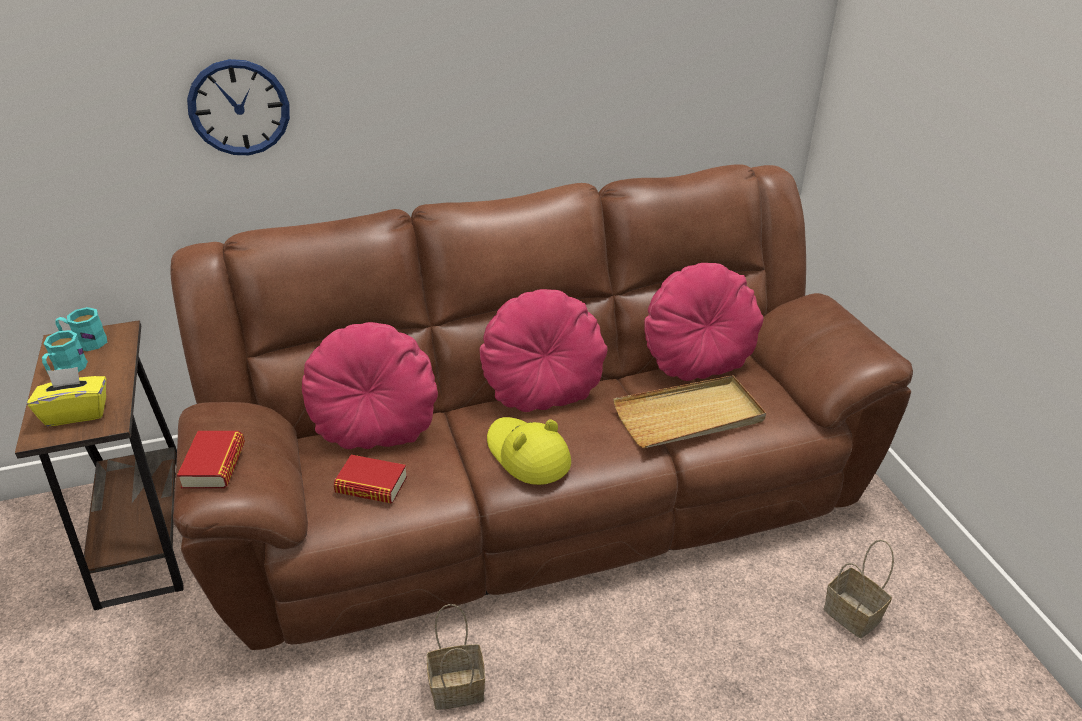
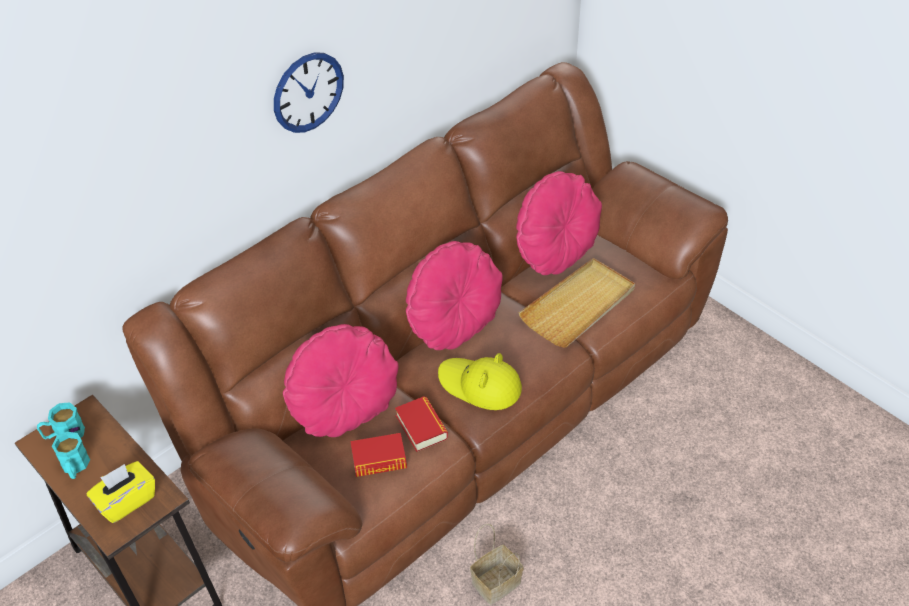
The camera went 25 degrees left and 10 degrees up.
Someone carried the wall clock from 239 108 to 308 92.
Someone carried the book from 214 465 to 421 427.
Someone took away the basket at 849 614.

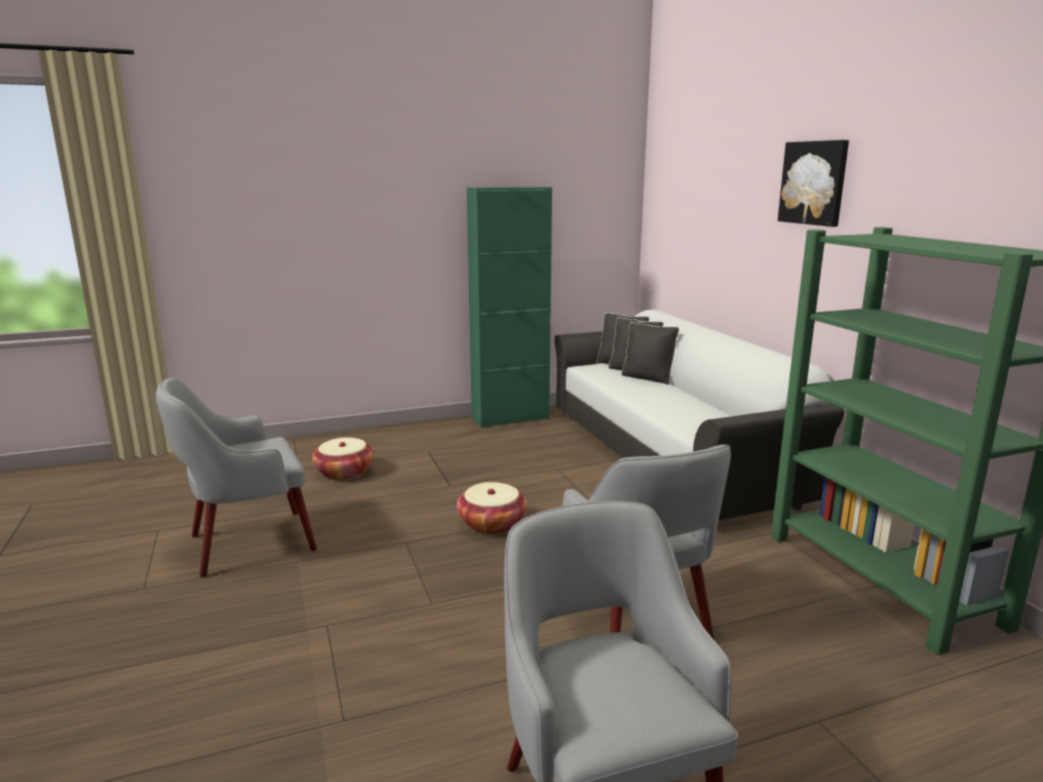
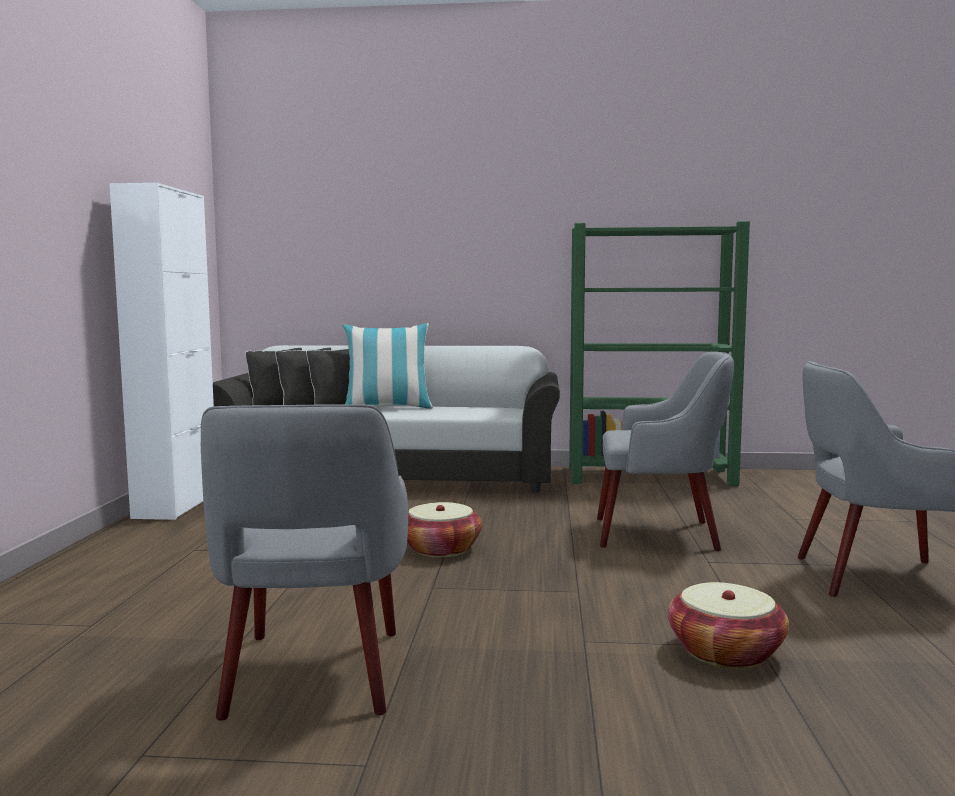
The camera went 65 degrees left and 10 degrees down.
Someone took away the picture at 814 183.
Someone repainted the cabinet/green at 510 418, which became the cabinet/white at 176 505.
Someone carried the basket from 344 472 to 725 652.
Someone put down the pillow at 388 407.

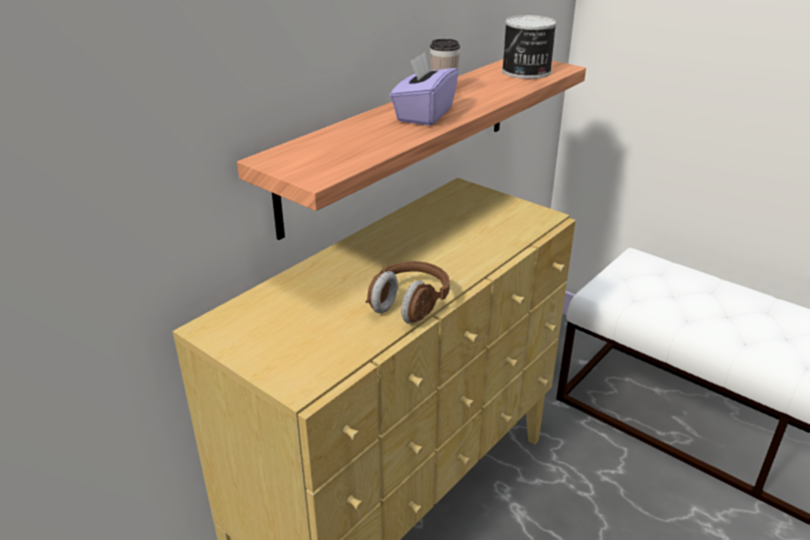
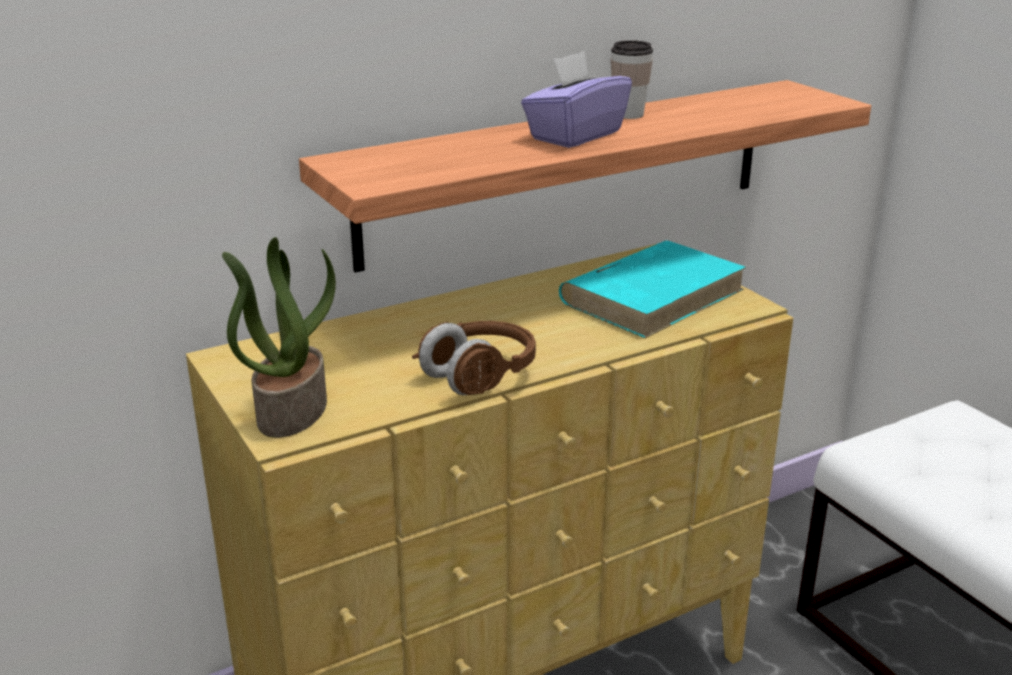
The camera went 20 degrees right and 5 degrees down.
Someone took away the can at 526 72.
Someone put down the potted plant at 291 411.
Someone put down the book/turquoise at 653 295.

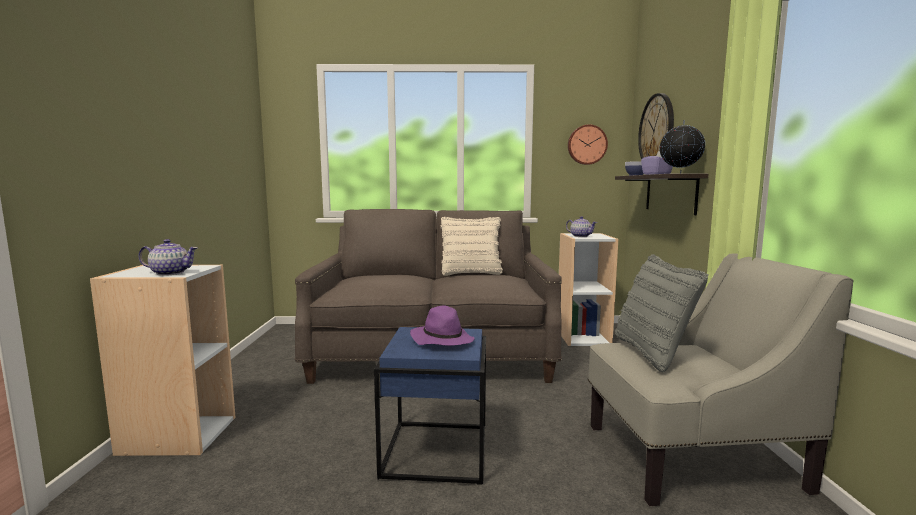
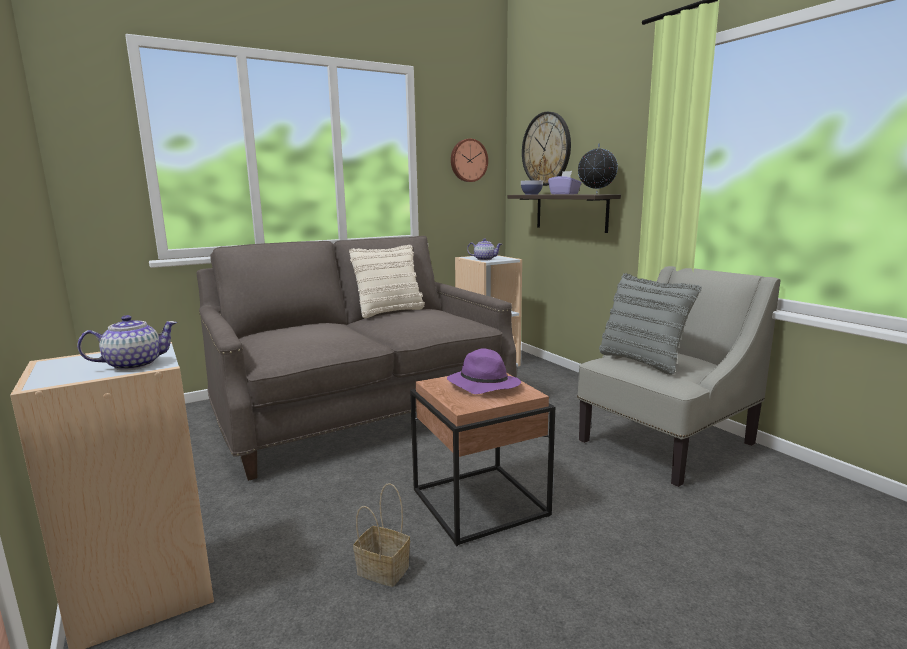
The camera went 30 degrees left and 5 degrees up.
Someone repainted the side table/blue at 437 452, which became the side table/brown at 481 503.
Someone put down the basket at 381 570.

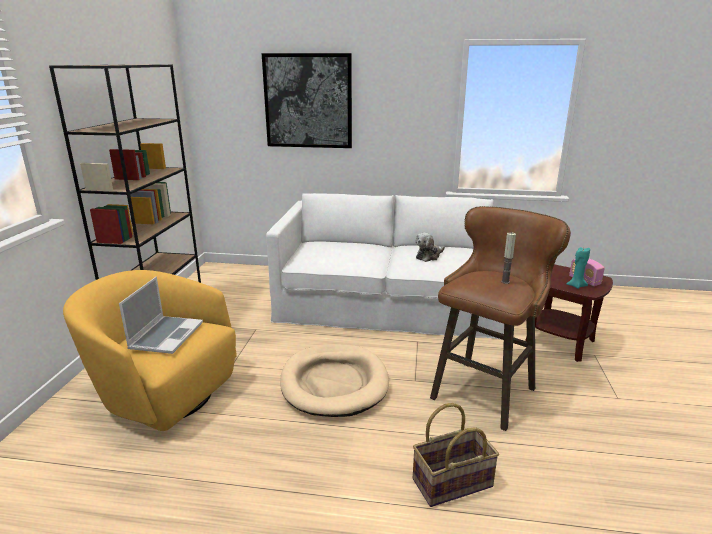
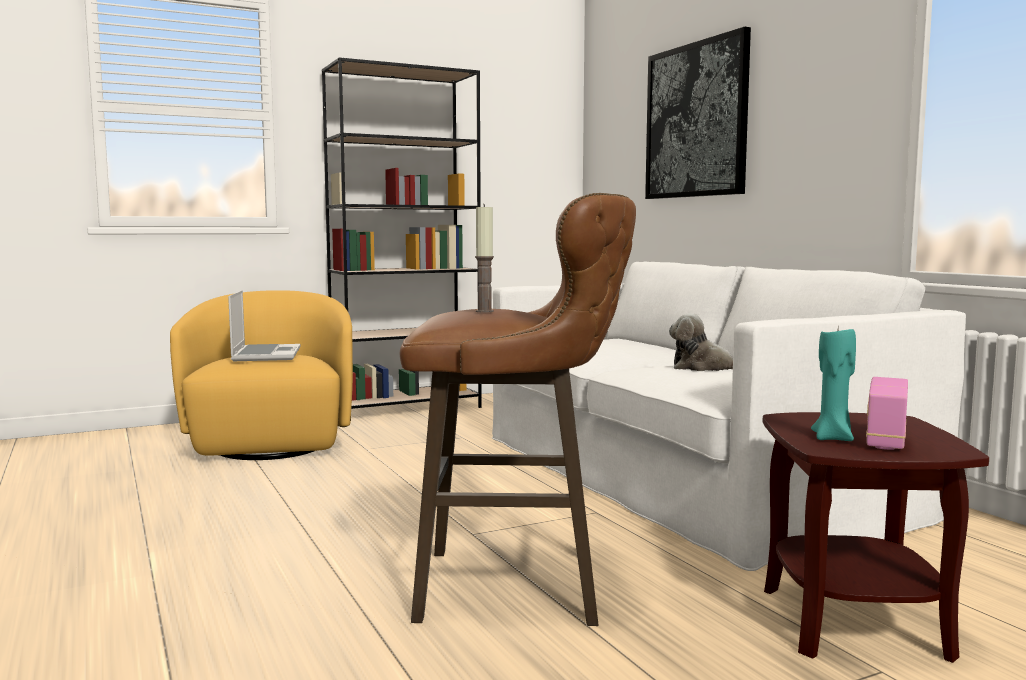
The camera went 55 degrees right and 15 degrees down.
Someone rotated the laptop at 166 335 by 75 degrees counterclockwise.
Someone took away the dog bed/beige at 334 383.
Someone took away the basket at 452 481.

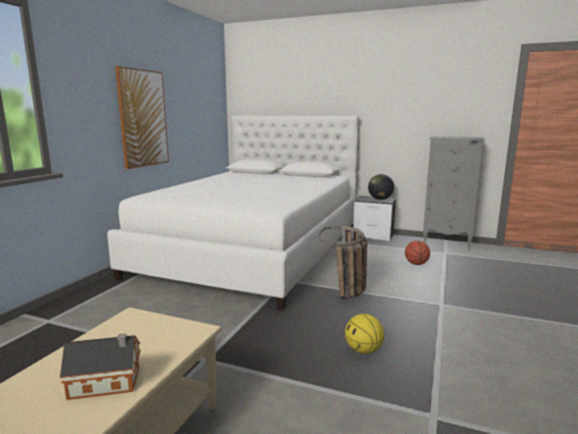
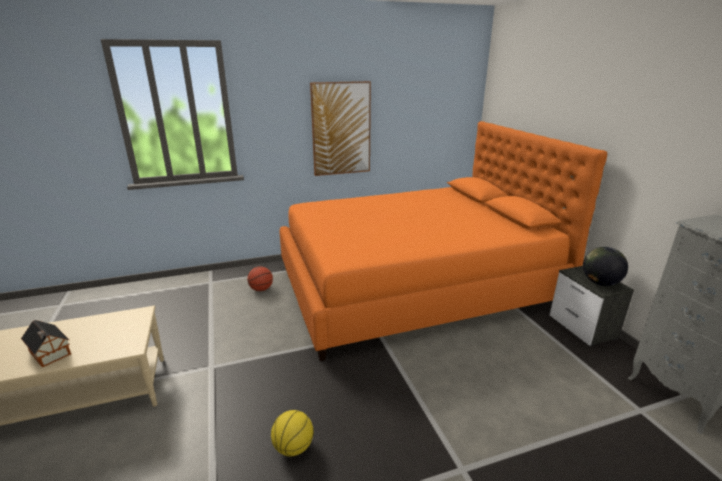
The camera went 50 degrees right and 10 degrees up.
Someone repainted the bed/white at 254 251, which became the bed/orange at 415 284.
Someone took away the basket at 347 294.
Someone carried the basketball from 416 264 to 261 289.

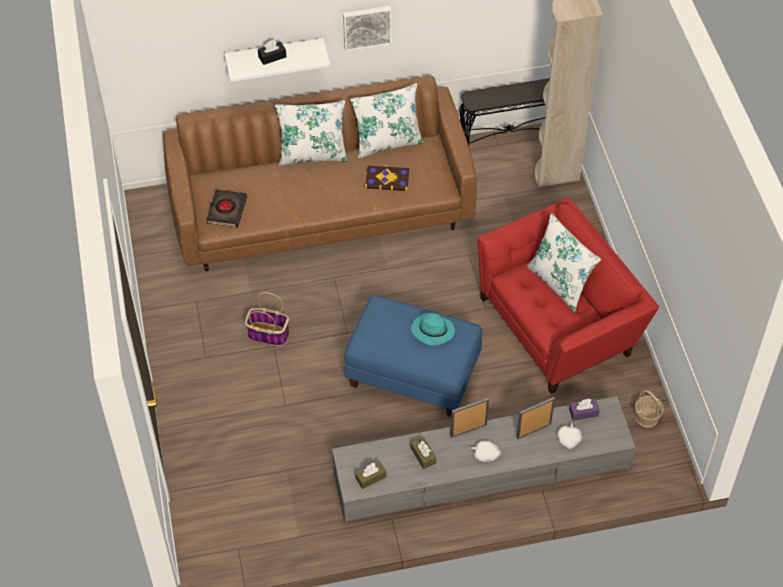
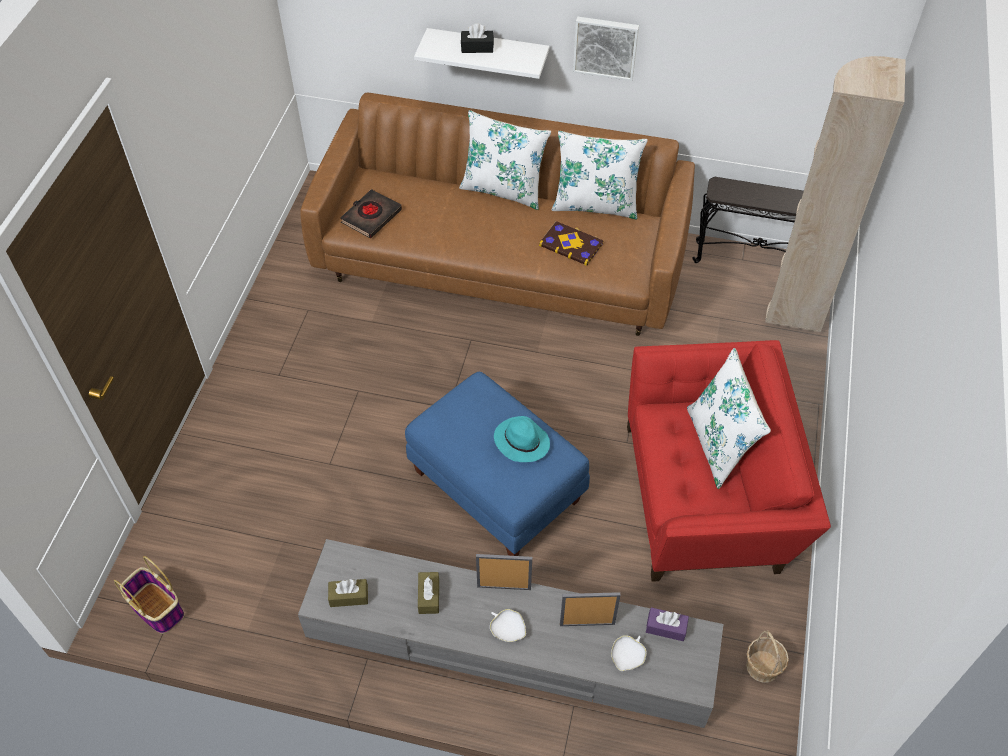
The camera went 25 degrees right and 0 degrees up.
Someone carried the basket from 267 334 to 156 608.

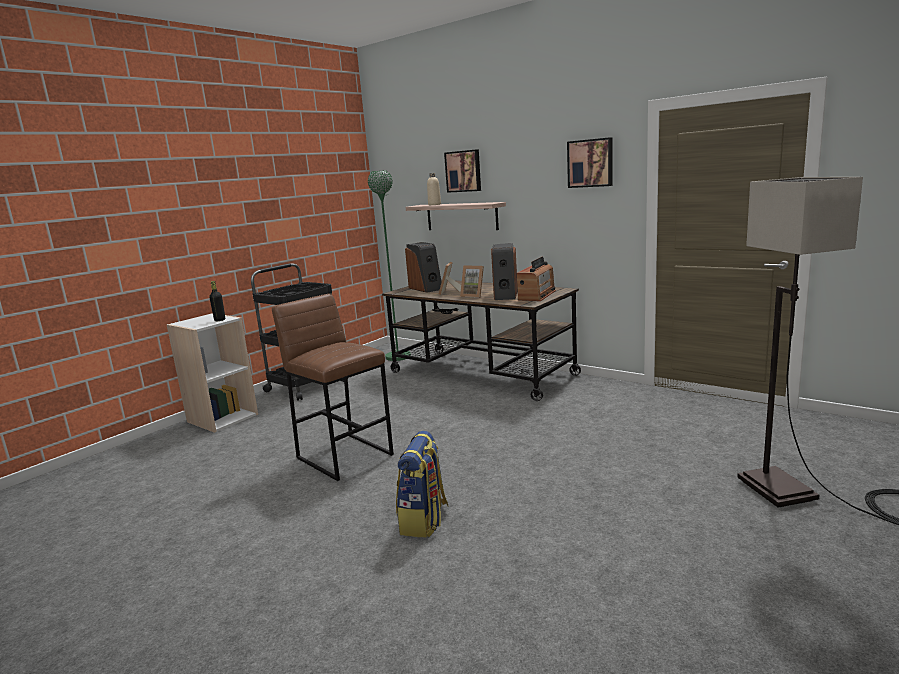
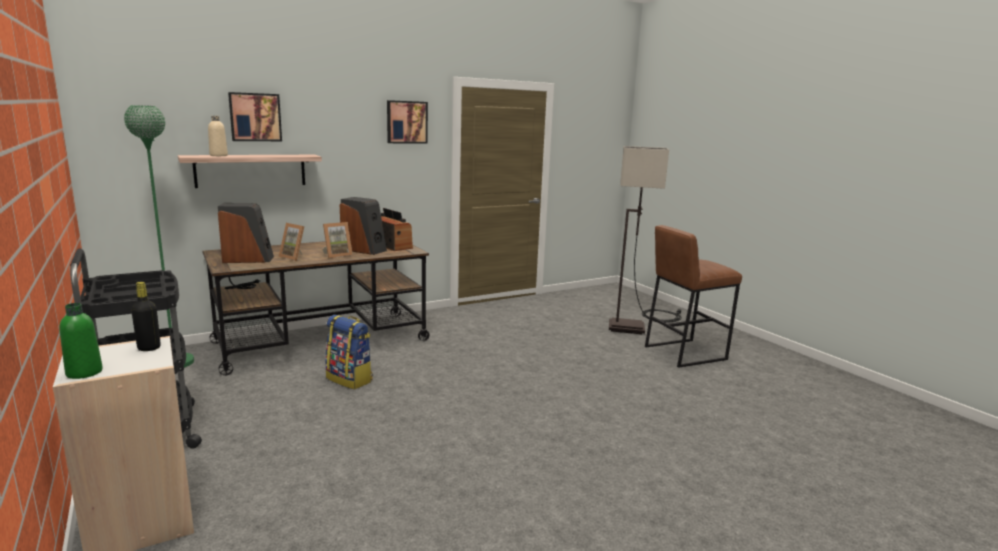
The camera went 70 degrees left and 0 degrees up.
Someone carried the stool/brown from 344 456 to 684 353.
Someone carried the backpack from 424 521 to 350 379.
Someone put down the bottle/green at 84 372.

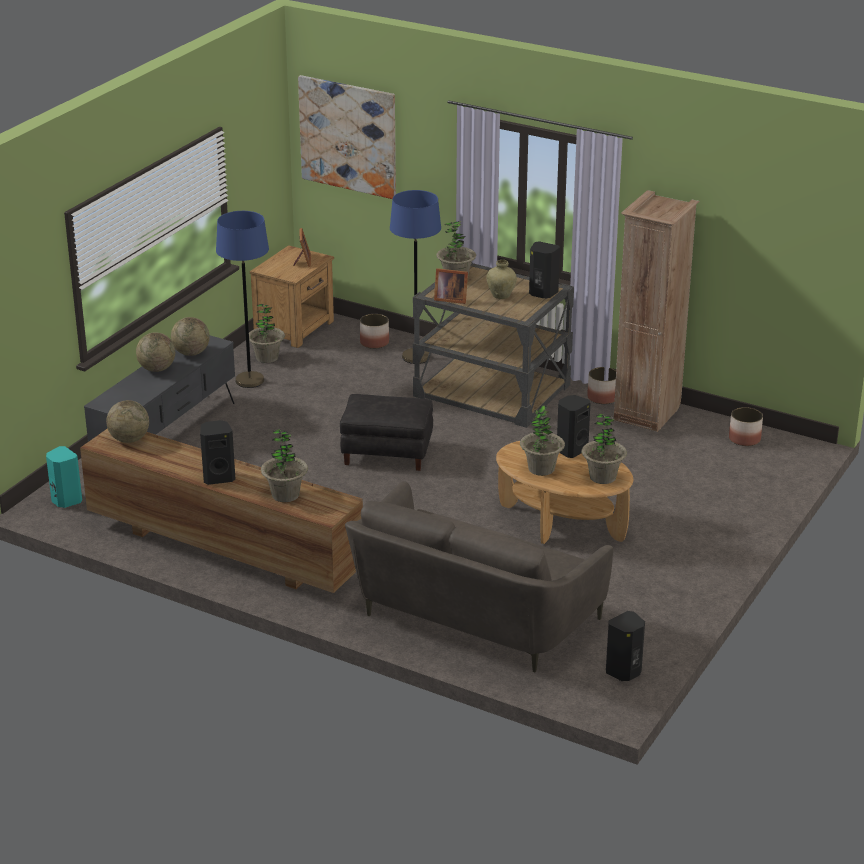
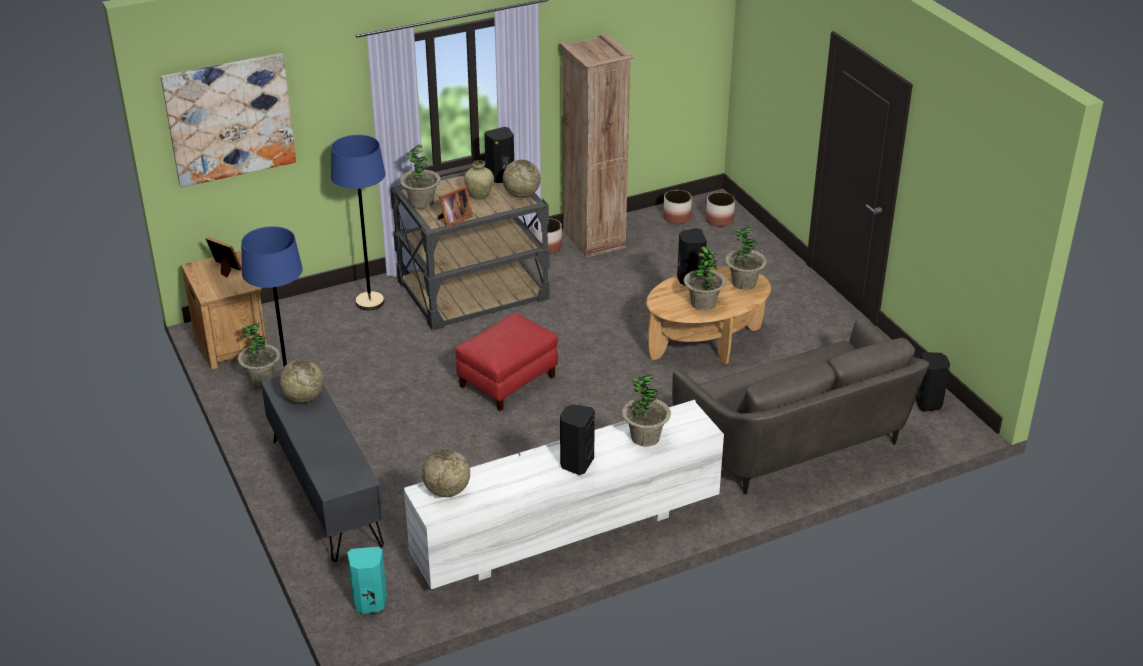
The camera went 55 degrees left and 5 degrees up.
Someone carried the planter from 374 342 to 719 220.
Someone carried the globe from 157 369 to 521 195.
Someone repainted the ottoman/black at 386 453, which became the ottoman/red at 507 382.
Someone repainted the cabinet/brown at 223 552, which became the cabinet/white at 567 536.

